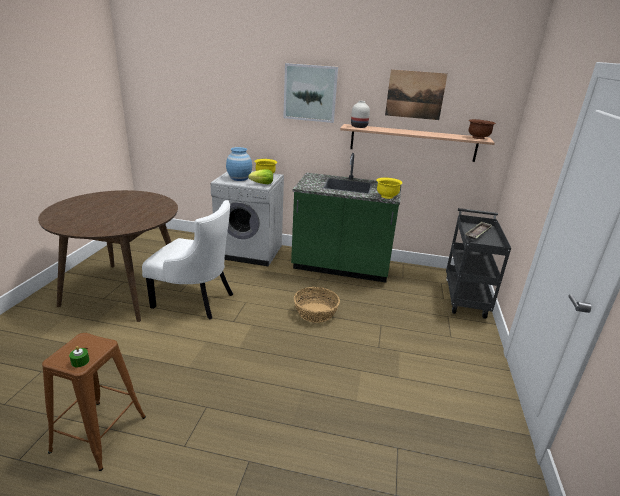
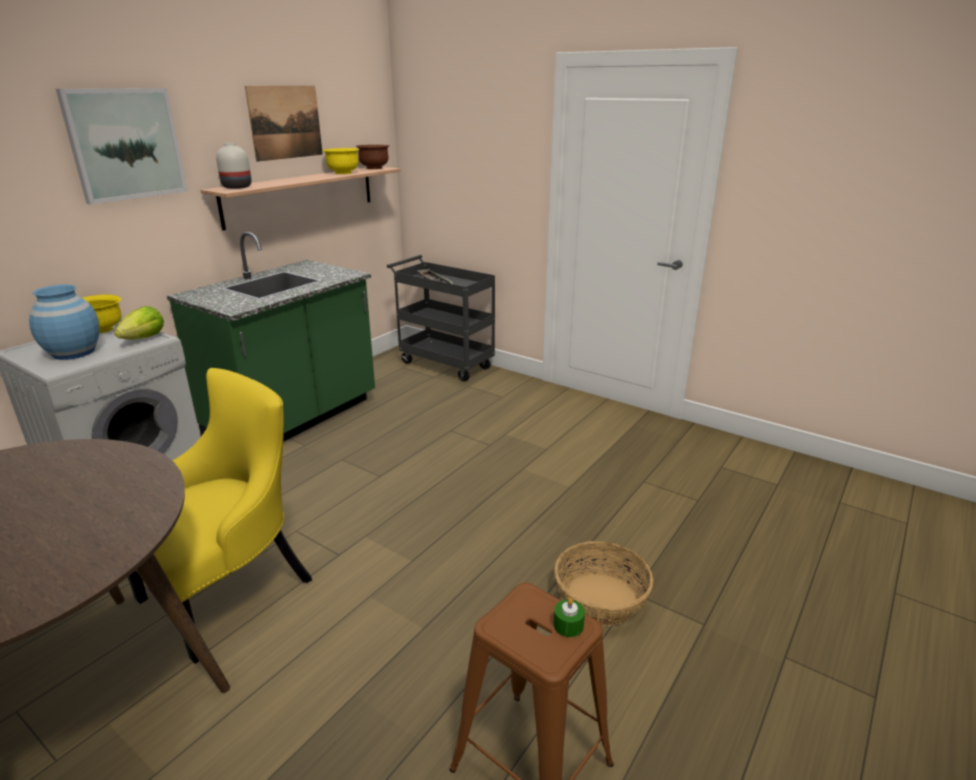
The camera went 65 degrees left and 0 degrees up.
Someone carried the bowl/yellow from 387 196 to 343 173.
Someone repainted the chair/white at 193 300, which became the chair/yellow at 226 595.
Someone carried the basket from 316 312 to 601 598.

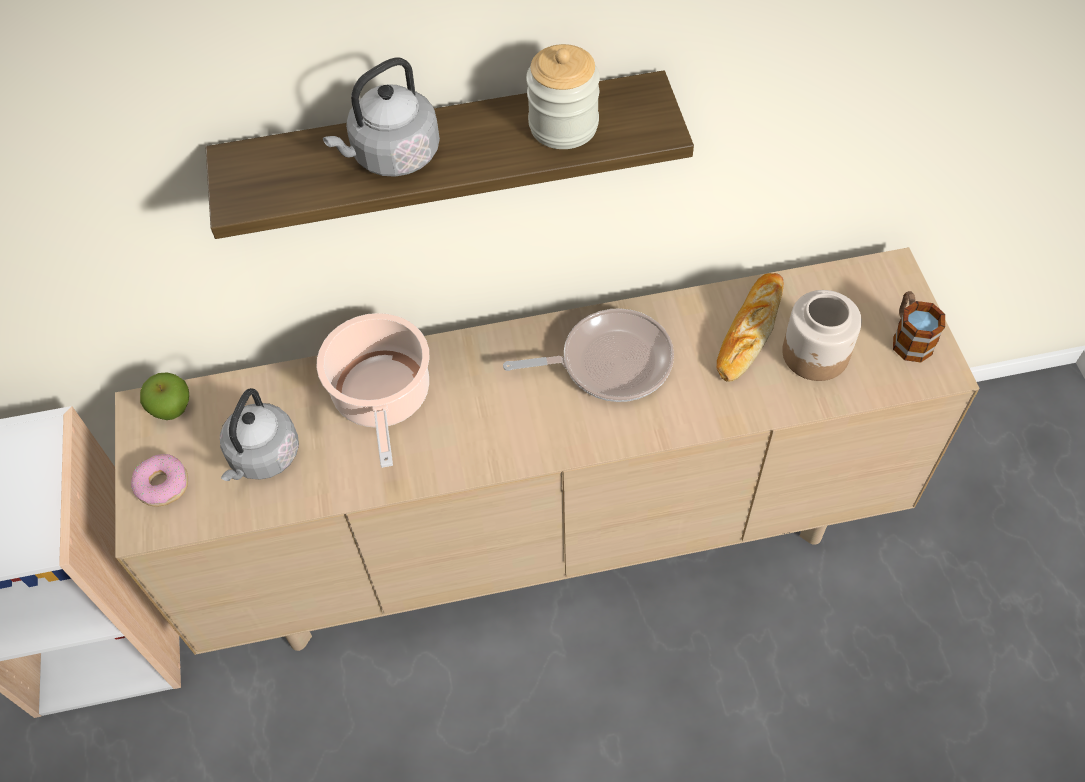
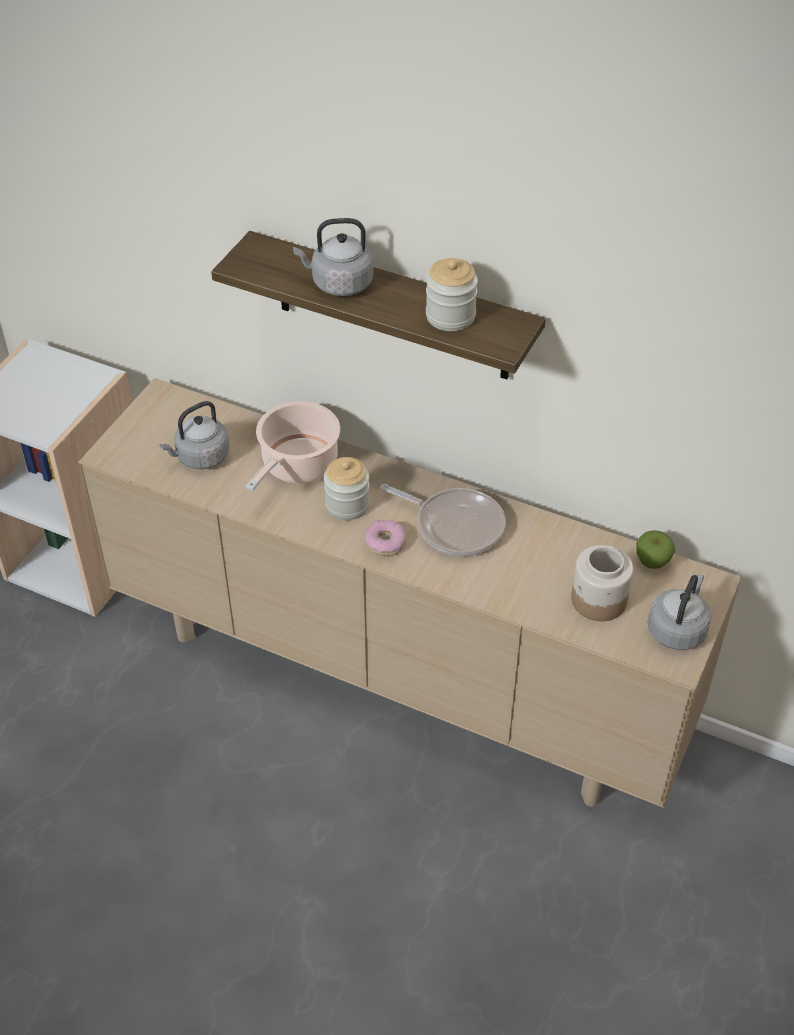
The camera went 35 degrees right and 10 degrees down.
Someone took away the bread at 749 331.
Someone swapped the mug at 909 338 for the kettle/grey at 677 629.
Someone carried the apple from 172 409 to 652 562.
Someone carried the donut from 163 484 to 385 542.
Someone put down the jar at 347 505.

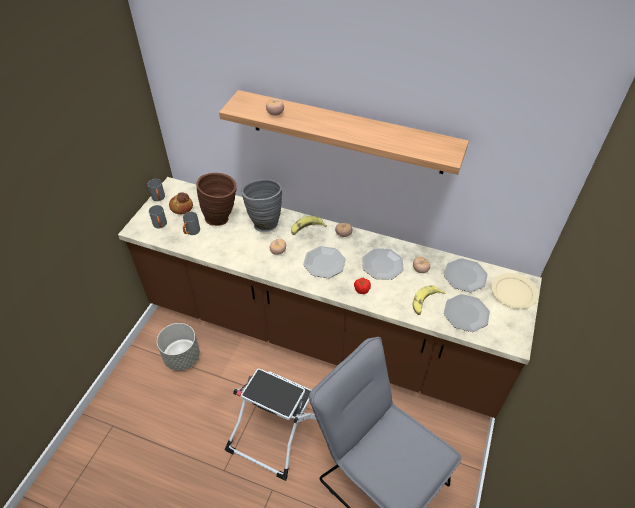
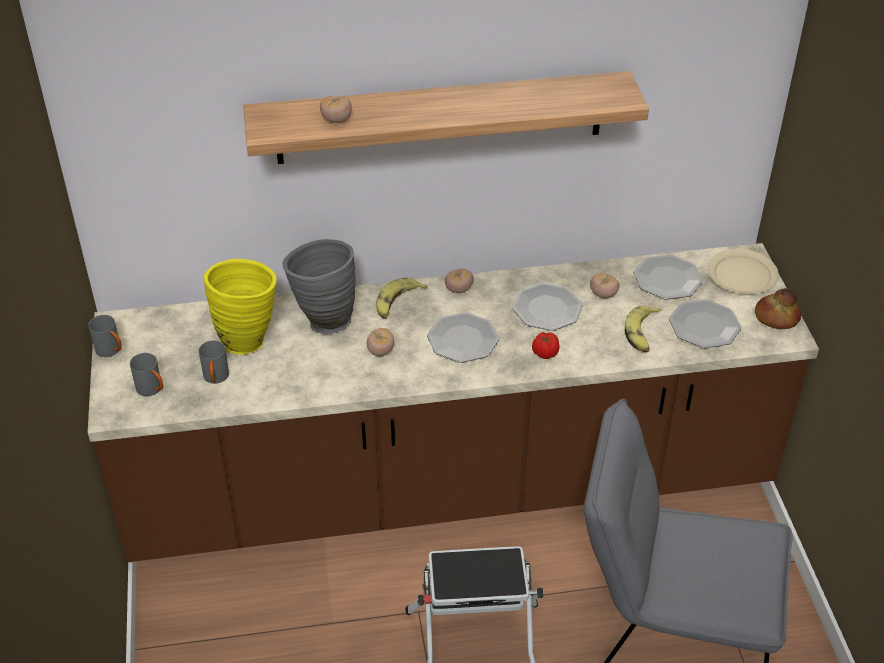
The camera went 30 degrees left and 5 degrees down.
Someone repainted the vase/brown at 222 217, which became the vase/yellow at 248 338.
Someone carried the bread from 181 207 to 776 317.
Someone took away the planter/grey at 182 357.

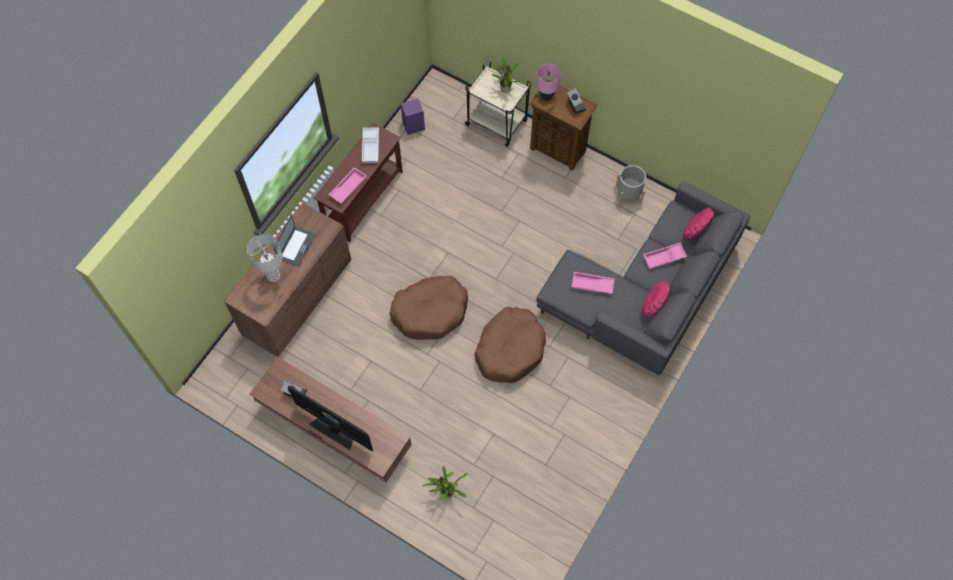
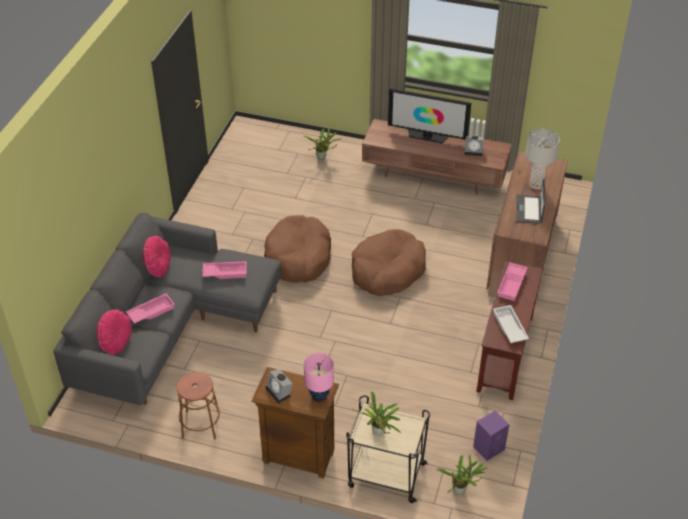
The camera went 165 degrees right and 20 degrees down.
Someone swapped the planter/grey at 628 194 for the stool/brown at 200 425.
Someone put down the potted plant at 461 491.

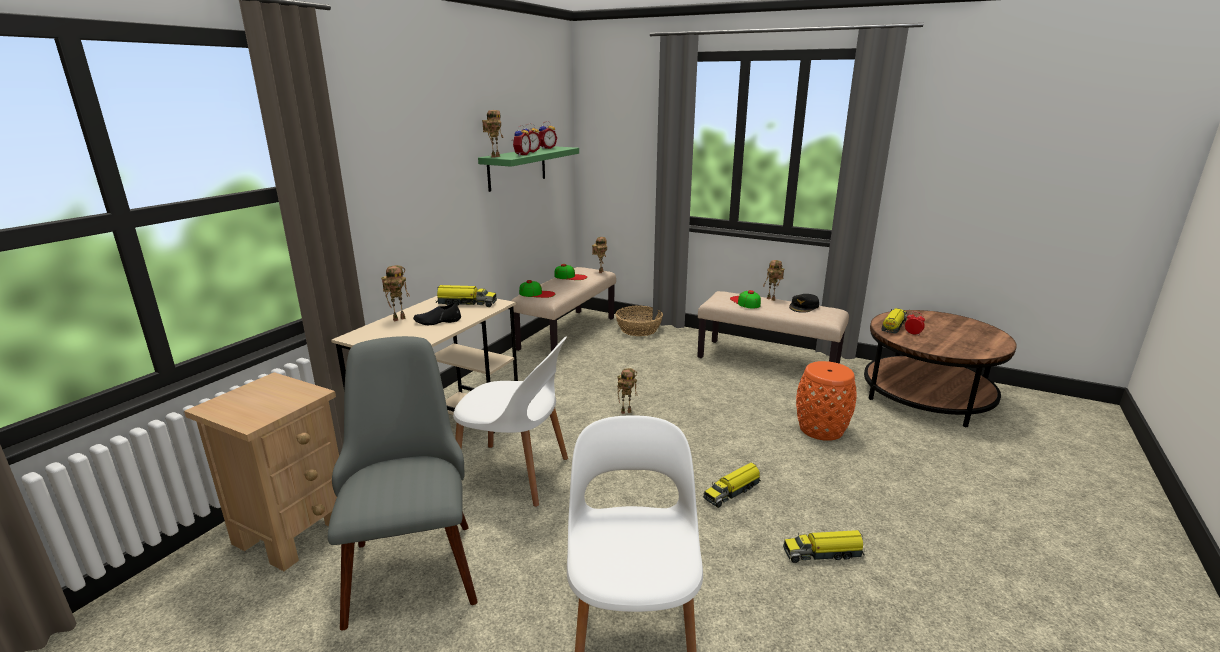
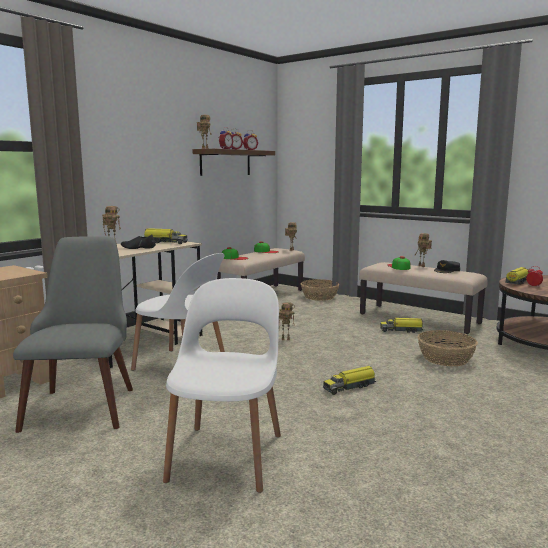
The camera went 10 degrees right and 10 degrees down.
Someone repainted the shelf/green at 517 168, which became the shelf/brown at 225 162.
Someone swapped the stool/orange at 821 429 for the basket at 445 358.
Someone carried the toy truck from 823 553 to 401 330.

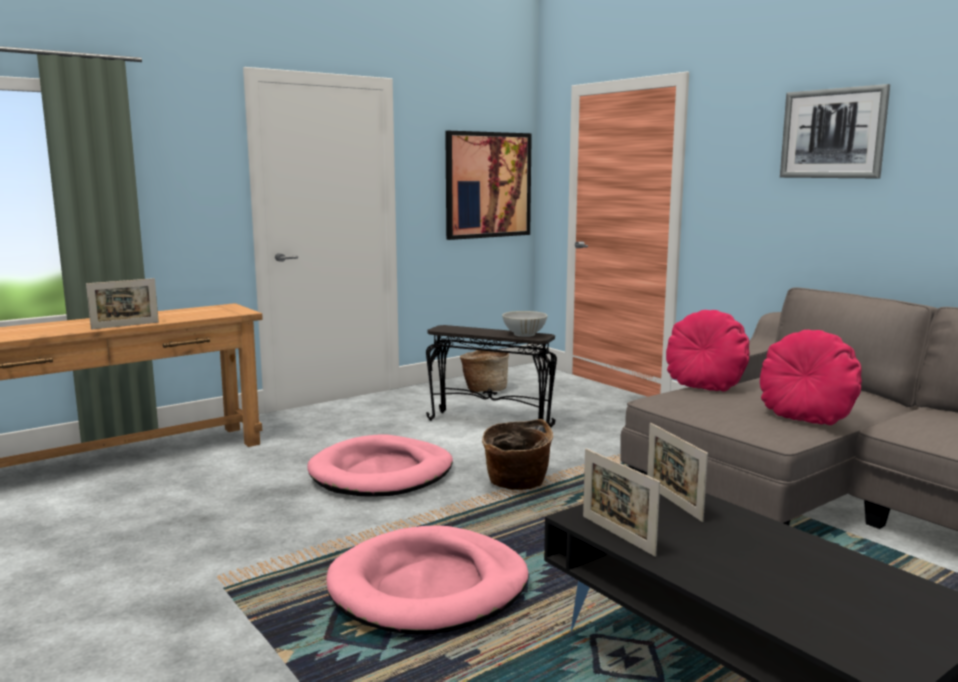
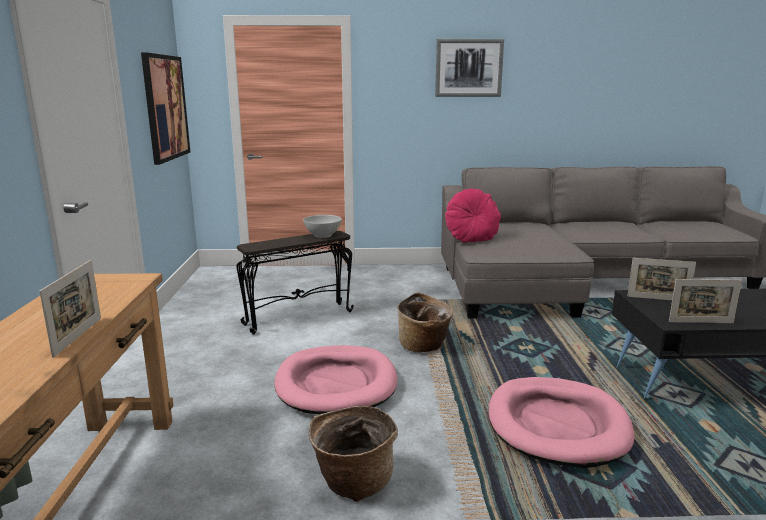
The camera went 55 degrees left and 5 degrees up.
Someone took away the pillow/pink at 805 419.
Someone carried the basket from 484 390 to 353 482.

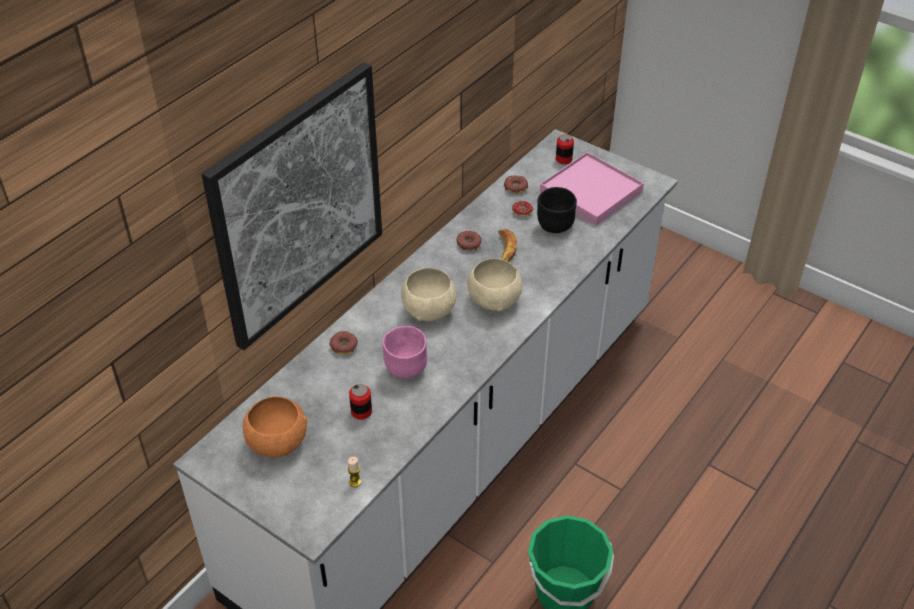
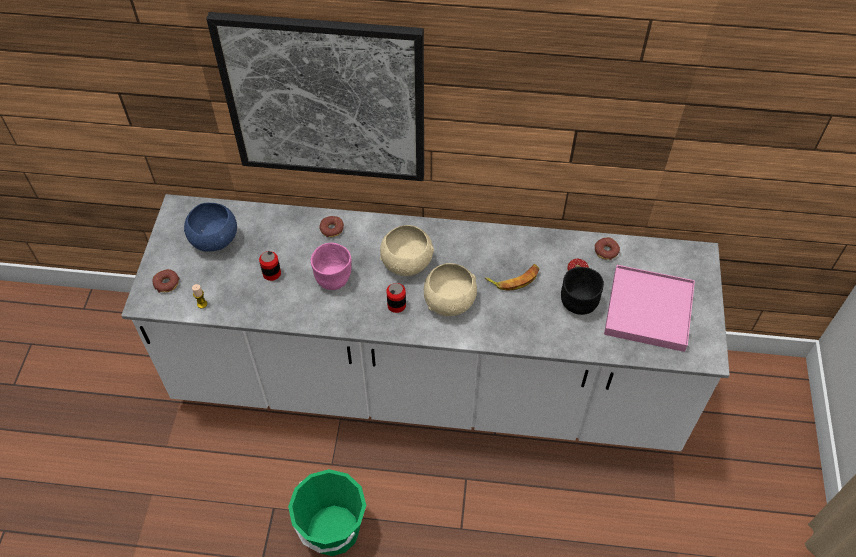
The camera went 60 degrees right and 10 degrees up.
Someone carried the can from 563 159 to 396 305.
Someone carried the donut from 468 244 to 167 283.
Someone repainted the bowl/orange at 278 442, which became the bowl/blue at 215 240.

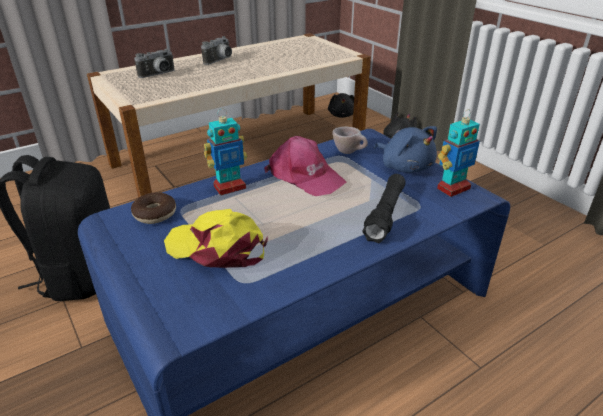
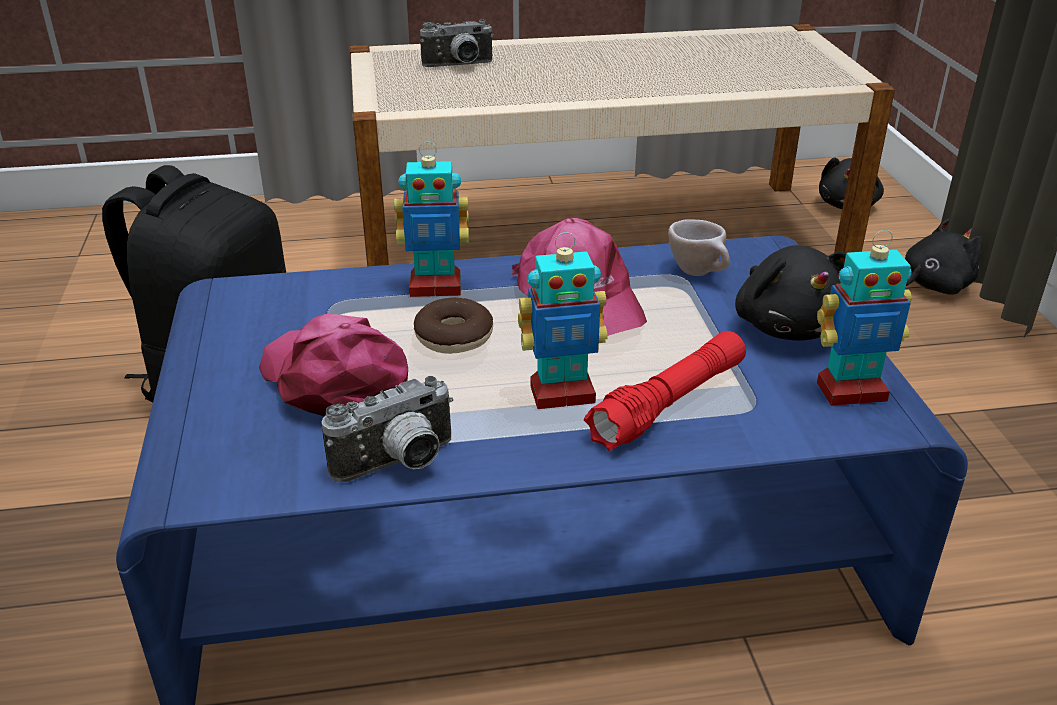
The camera went 25 degrees right and 0 degrees up.
Someone carried the photo camera from 220 61 to 399 465.
Someone repainted the plush toy/blue at 405 167, which became the plush toy/black at 788 325.
Someone repainted the flashlight/black at 385 214, which became the flashlight/red at 669 404.
Someone carried the donut from 155 214 to 454 337.
Someone repainted the cap/yellow at 217 248, which became the cap/pink at 337 382.
Someone put down the toy robot at 562 393.

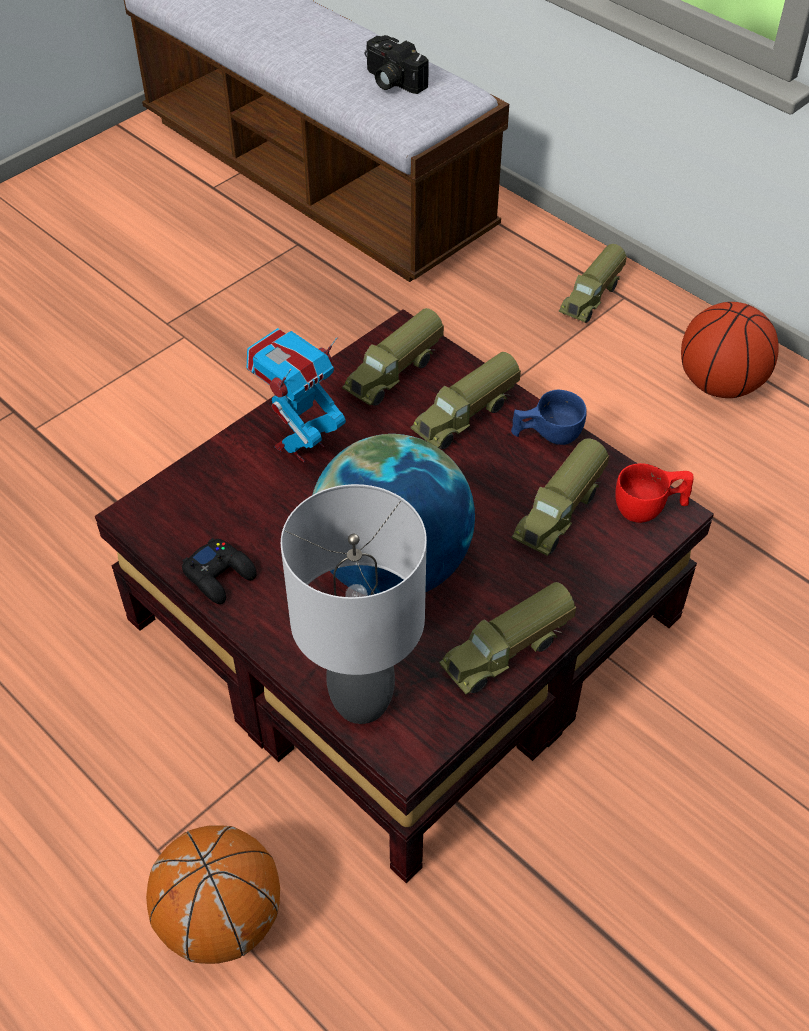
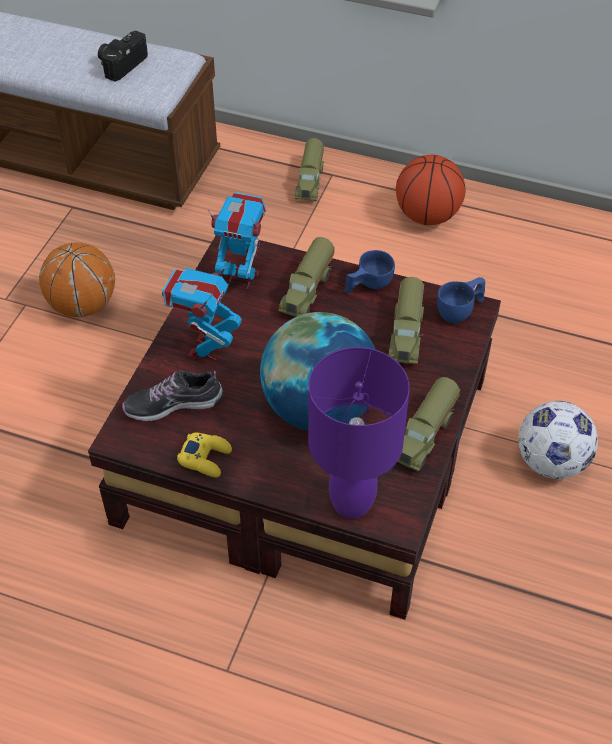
The camera went 25 degrees left and 0 degrees up.
Someone rotated the photo camera at 391 81 by 105 degrees clockwise.
Someone swapped the toy truck at 395 374 for the toy robot at 242 277.
Someone repainted the cup/red at 650 509, which became the cup/blue at 460 311.
Someone repainted the table lamp/grey at 361 703, which became the table lamp/purple at 352 504.
Someone repainted the game controller/black at 220 575, which became the game controller/yellow at 205 458.
Someone carried the basketball from 221 919 to 83 305.
Someone put down the shoe at 174 404.
Someone put down the football at 551 462.

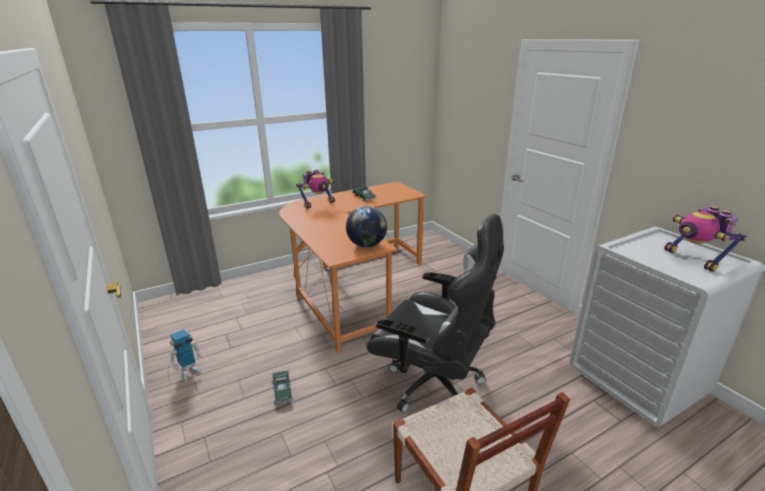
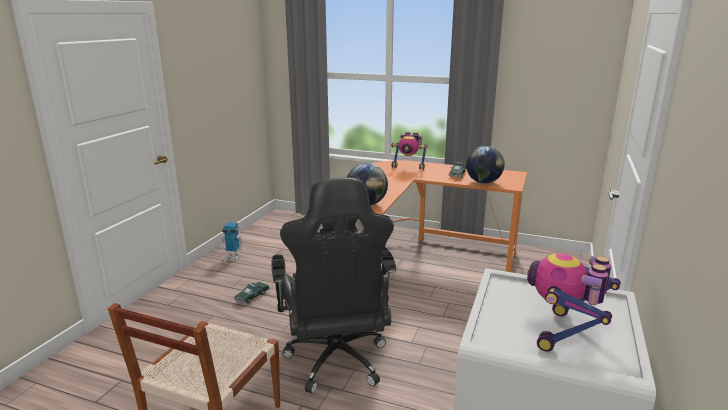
The camera went 50 degrees right and 5 degrees down.
Someone put down the globe at 483 182.

